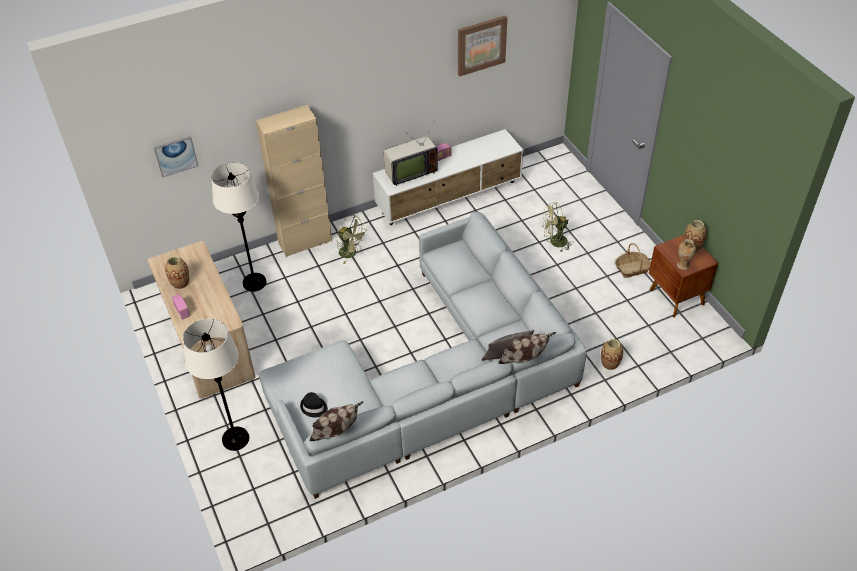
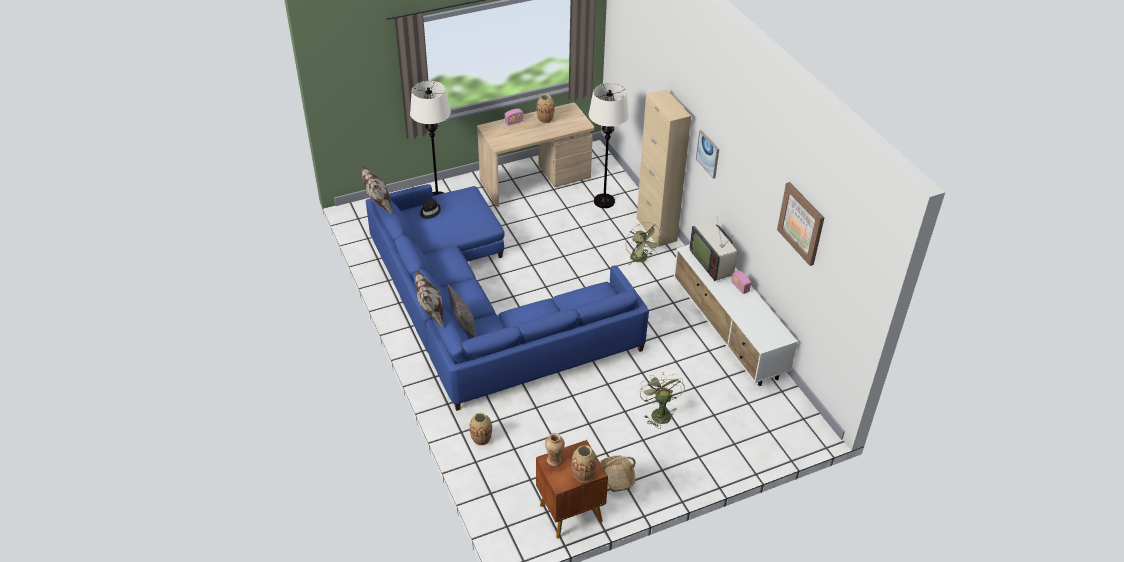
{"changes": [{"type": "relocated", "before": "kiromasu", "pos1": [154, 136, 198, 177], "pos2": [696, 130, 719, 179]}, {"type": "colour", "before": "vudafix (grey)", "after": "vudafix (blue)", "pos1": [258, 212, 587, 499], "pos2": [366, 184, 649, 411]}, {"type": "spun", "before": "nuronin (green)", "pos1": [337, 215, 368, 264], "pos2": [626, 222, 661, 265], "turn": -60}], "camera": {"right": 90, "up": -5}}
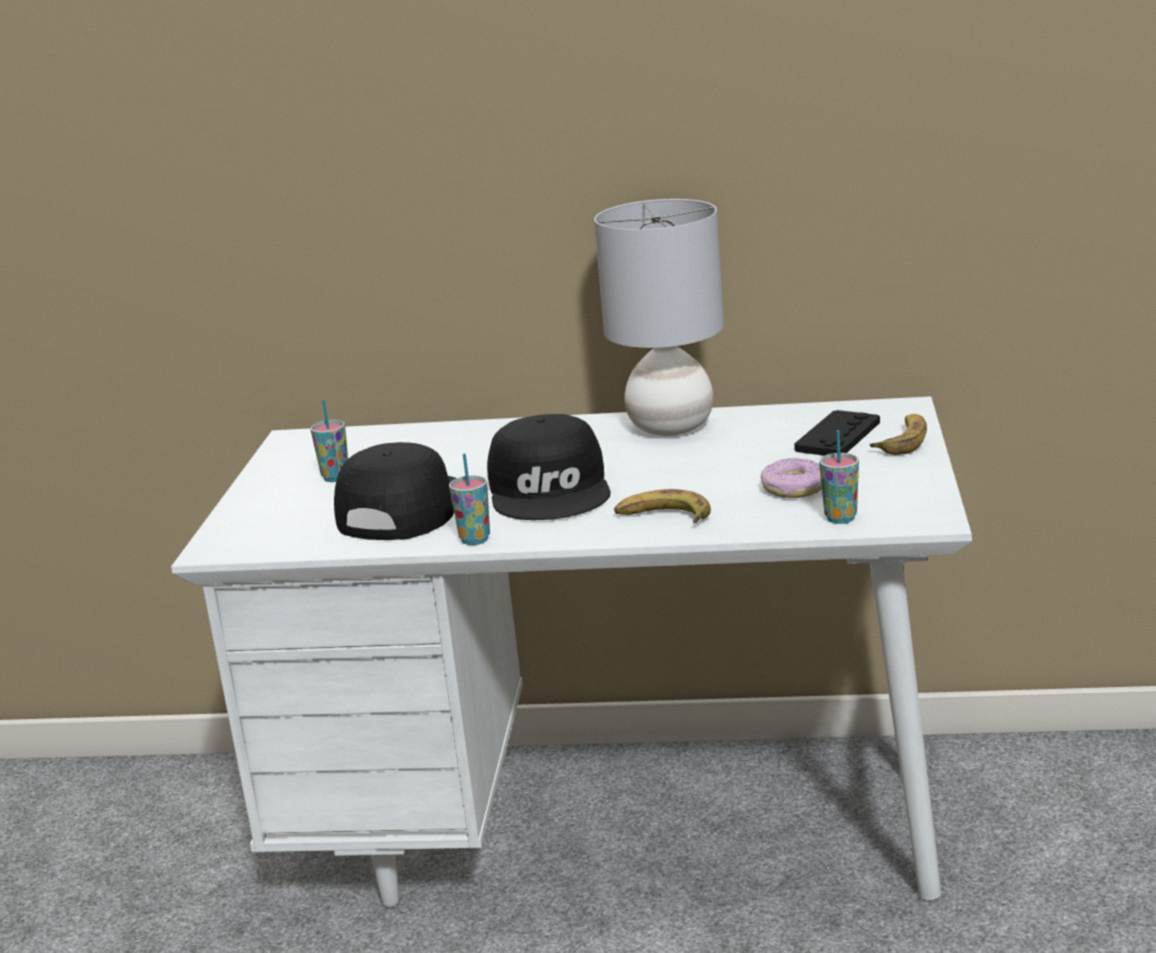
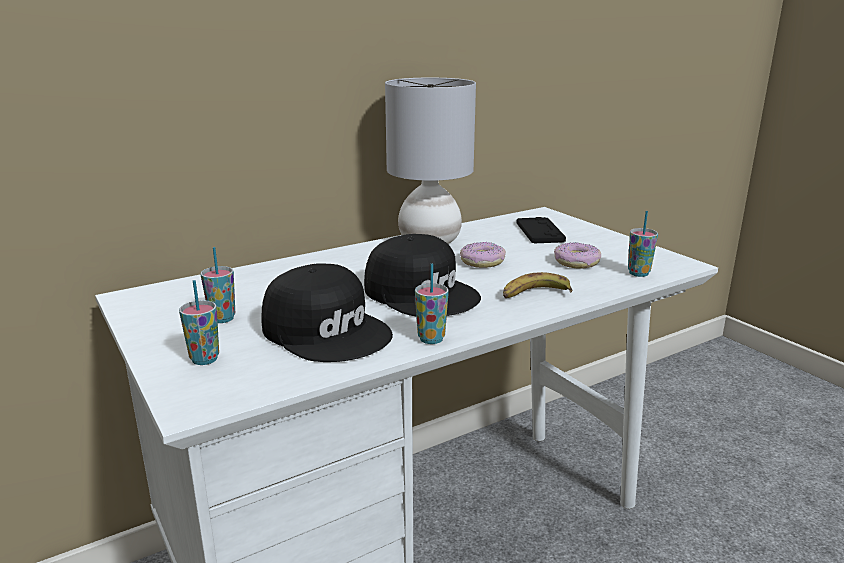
{"changes": [{"type": "missing", "before": "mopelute", "pos1": [870, 414, 927, 455]}, {"type": "appeared", "after": "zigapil", "pos2": [179, 280, 219, 365]}, {"type": "appeared", "after": "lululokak", "pos2": [460, 242, 506, 268]}, {"type": "spun", "before": "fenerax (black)", "pos1": [334, 442, 456, 540], "pos2": [262, 263, 393, 362], "turn": 150}], "camera": {"right": -40, "up": 0}}
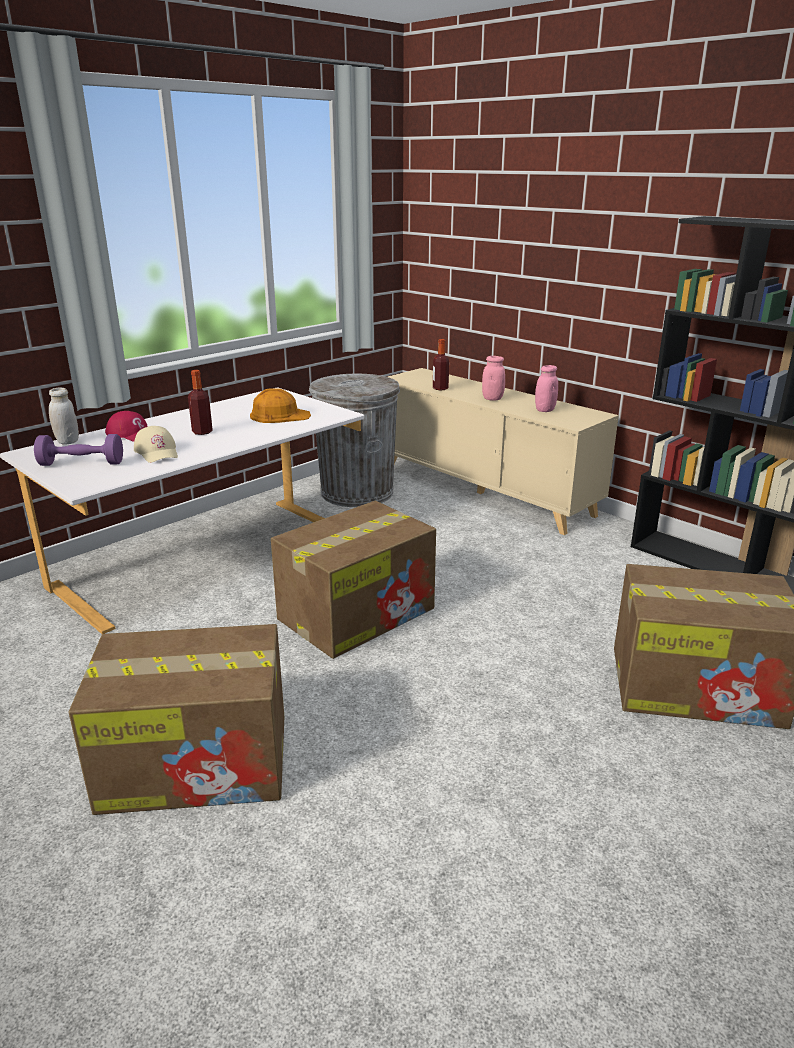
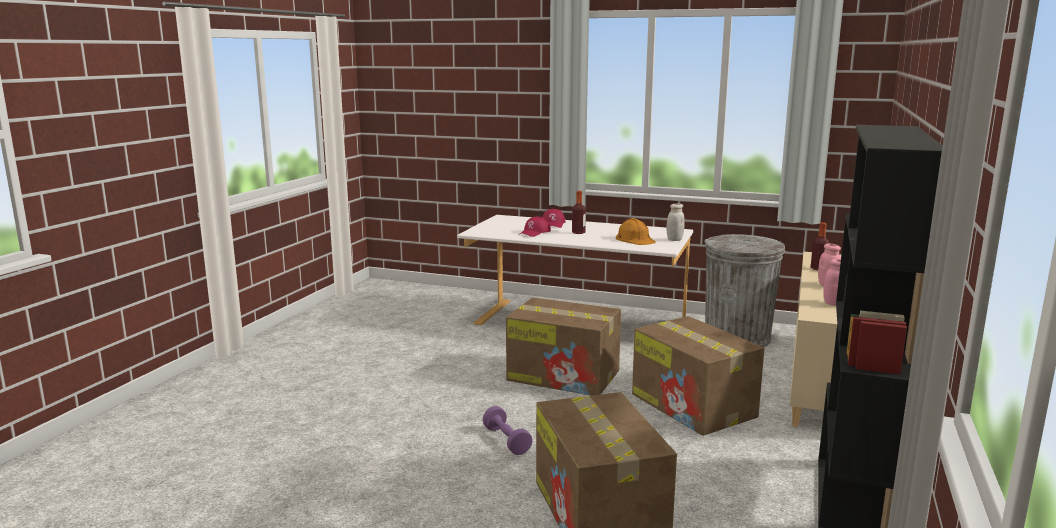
{"changes": [{"type": "relocated", "before": "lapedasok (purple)", "pos1": [34, 434, 123, 466], "pos2": [483, 406, 533, 455]}, {"type": "relocated", "before": "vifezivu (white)", "pos1": [49, 388, 79, 444], "pos2": [666, 203, 685, 241]}, {"type": "relocated", "before": "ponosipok", "pos1": [68, 624, 284, 815], "pos2": [632, 316, 765, 436]}, {"type": "colour", "before": "fenerax (beige)", "after": "fenerax (red)", "pos1": [134, 426, 178, 463], "pos2": [520, 216, 551, 237]}], "camera": {"right": 65, "up": -10}}
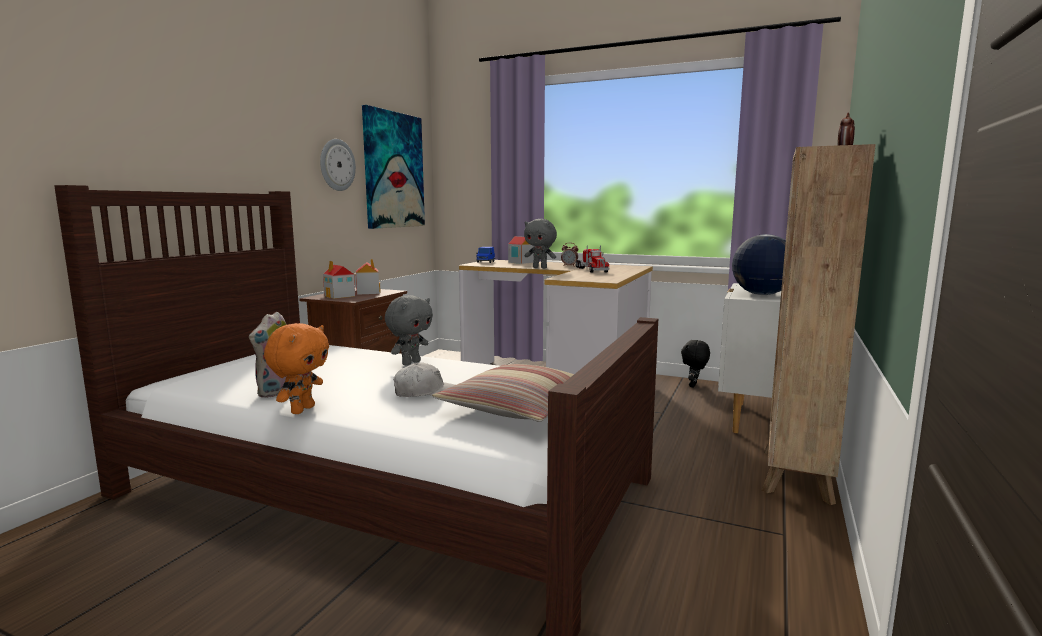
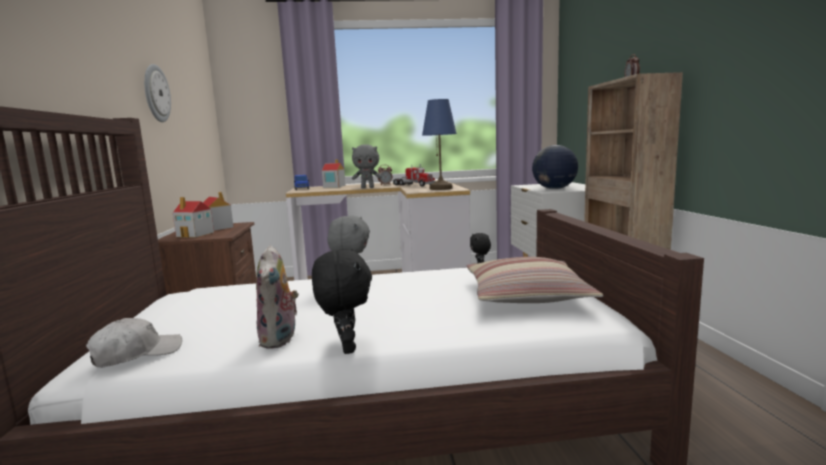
{"changes": [{"type": "missing", "before": "kiromasu", "pos1": [362, 105, 425, 229]}, {"type": "appeared", "after": "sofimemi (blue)", "pos2": [422, 99, 457, 190]}, {"type": "relocated", "before": "fenerax (white)", "pos1": [393, 363, 455, 397], "pos2": [86, 318, 182, 367]}, {"type": "colour", "before": "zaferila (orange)", "after": "zaferila (black)", "pos1": [264, 323, 329, 414], "pos2": [312, 249, 372, 354]}], "camera": {"right": -30, "up": 0}}
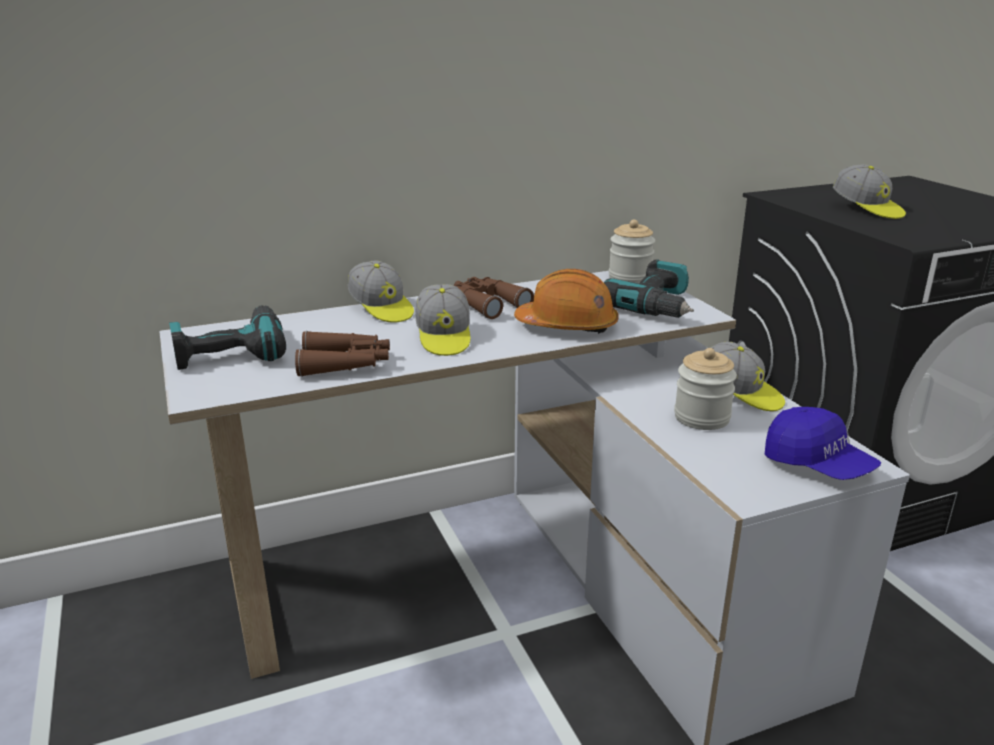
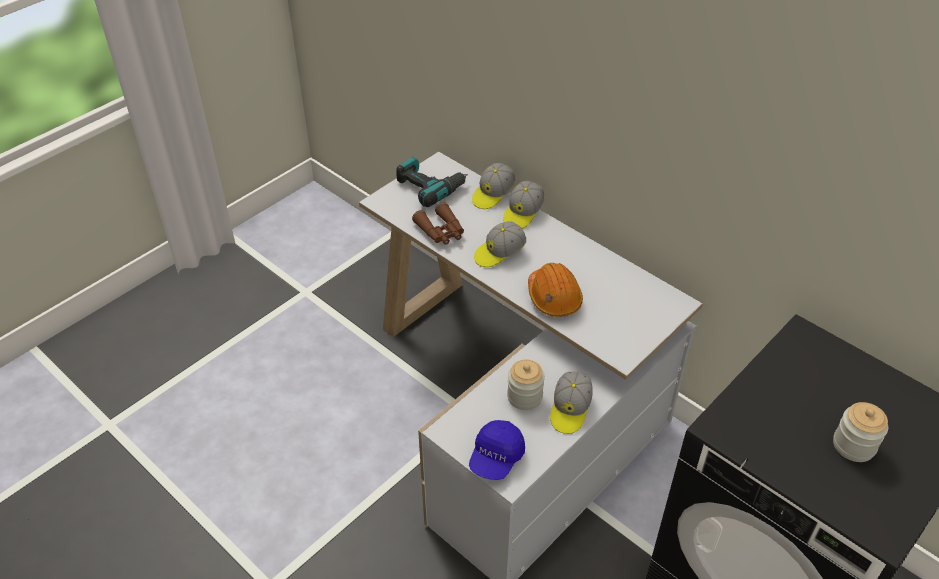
{"changes": [{"type": "missing", "before": "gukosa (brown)", "pos1": [454, 277, 534, 319]}, {"type": "missing", "before": "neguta", "pos1": [604, 259, 694, 318]}, {"type": "relocated", "before": "vifezivu", "pos1": [609, 220, 655, 284], "pos2": [833, 402, 888, 462]}, {"type": "relocated", "before": "fenerax", "pos1": [833, 164, 906, 219], "pos2": [472, 163, 516, 209]}], "camera": {"right": 65, "up": 20}}
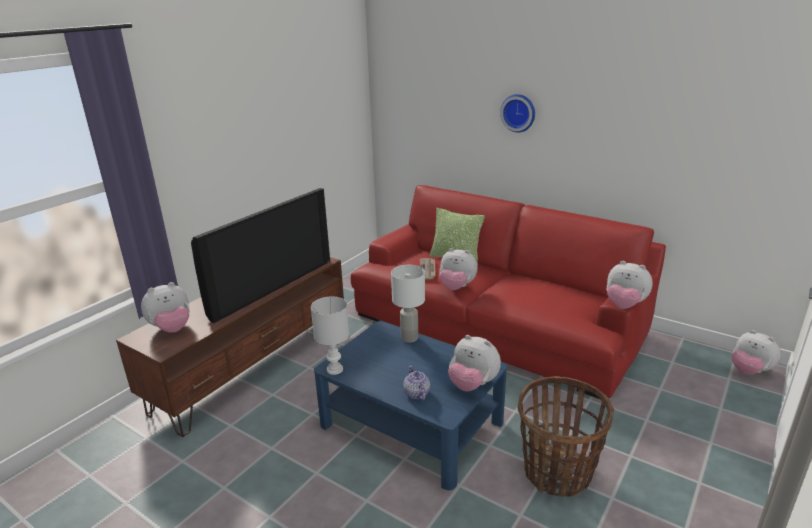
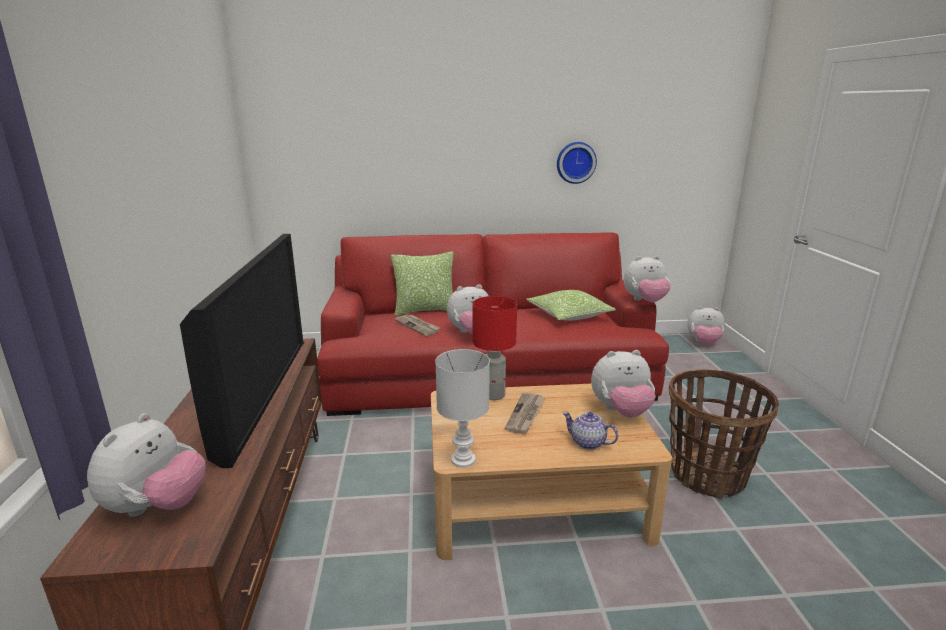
{"changes": [{"type": "appeared", "after": "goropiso", "pos2": [505, 393, 545, 434]}, {"type": "appeared", "after": "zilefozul", "pos2": [527, 290, 616, 321]}, {"type": "relocated", "before": "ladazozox", "pos1": [500, 94, 535, 132], "pos2": [557, 142, 597, 184]}, {"type": "colour", "before": "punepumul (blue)", "after": "punepumul (beige)", "pos1": [314, 321, 507, 490], "pos2": [431, 384, 672, 560]}, {"type": "colour", "before": "sofimemi (white)", "after": "sofimemi (red)", "pos1": [391, 265, 425, 343], "pos2": [473, 296, 517, 400]}], "camera": {"right": -40, "up": -5}}
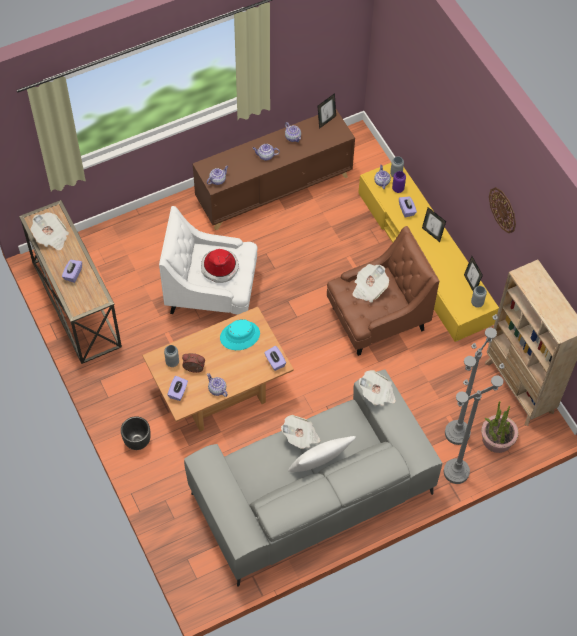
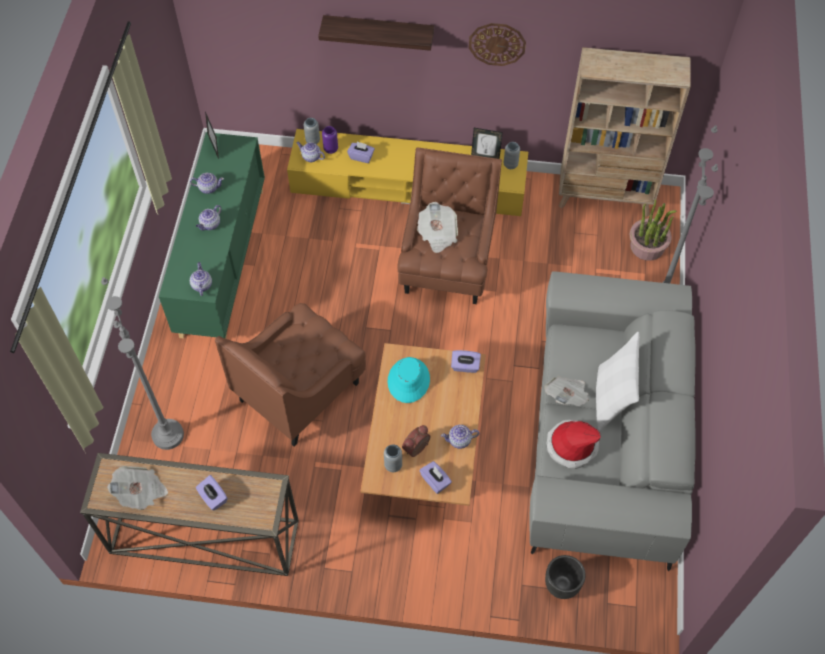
{"changes": [{"type": "missing", "before": "goropiso", "pos1": [359, 370, 396, 406]}, {"type": "missing", "before": "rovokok", "pos1": [422, 207, 446, 242]}, {"type": "appeared", "after": "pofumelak", "pos2": [318, 15, 434, 51]}, {"type": "relocated", "before": "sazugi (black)", "pos1": [121, 416, 151, 450], "pos2": [545, 555, 586, 599]}, {"type": "relocated", "before": "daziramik", "pos1": [201, 249, 239, 283], "pos2": [546, 419, 601, 469]}, {"type": "relocated", "before": "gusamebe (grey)", "pos1": [445, 314, 498, 445], "pos2": [101, 277, 184, 450]}, {"type": "colour", "before": "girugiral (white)", "after": "girugiral (brown)", "pos1": [159, 206, 257, 315], "pos2": [215, 303, 366, 447]}, {"type": "colour", "before": "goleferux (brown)", "after": "goleferux (green)", "pos1": [193, 110, 355, 230], "pos2": [159, 132, 265, 339]}], "camera": {"right": -55, "up": 0}}
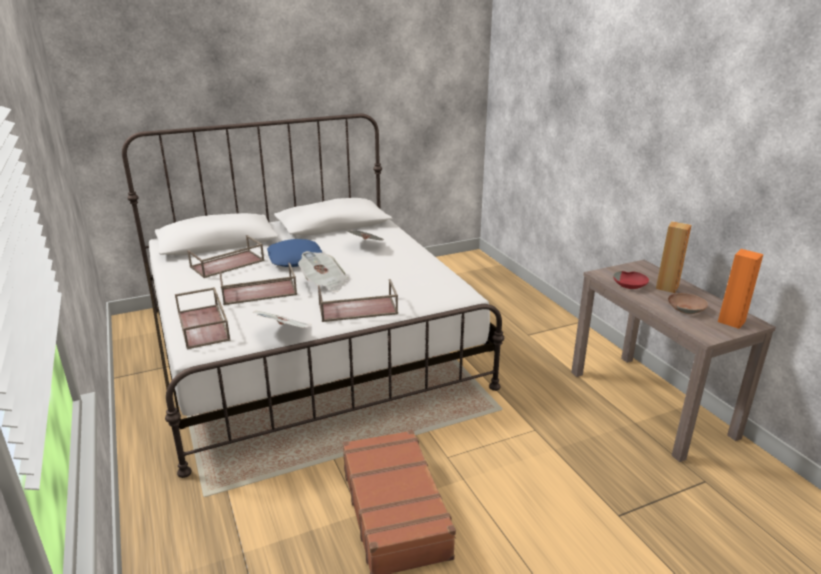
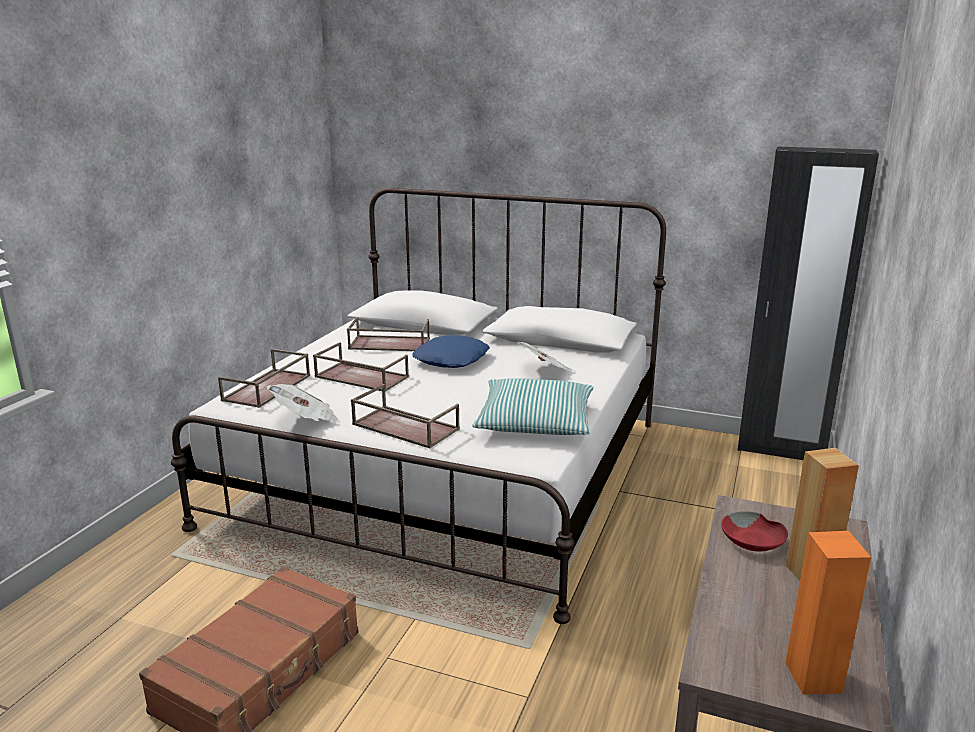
{"changes": [{"type": "missing", "before": "goropiso", "pos1": [298, 251, 348, 292]}, {"type": "missing", "before": "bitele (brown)", "pos1": [668, 293, 708, 314]}, {"type": "appeared", "after": "zilefozul", "pos2": [472, 378, 593, 435]}, {"type": "appeared", "after": "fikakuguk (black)", "pos2": [738, 147, 879, 460]}], "camera": {"right": 45, "up": -5}}
